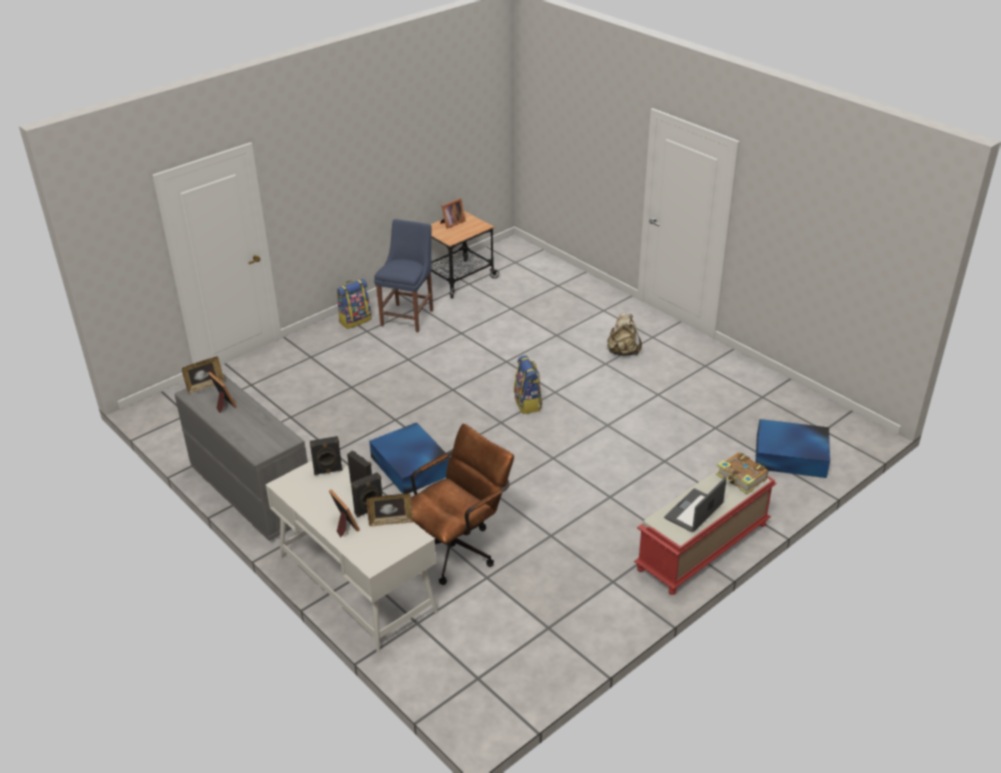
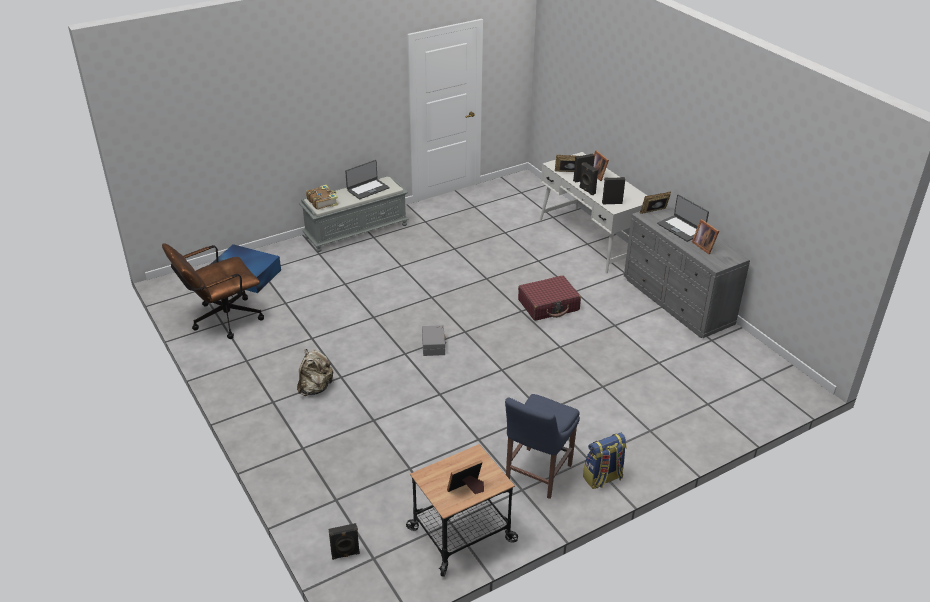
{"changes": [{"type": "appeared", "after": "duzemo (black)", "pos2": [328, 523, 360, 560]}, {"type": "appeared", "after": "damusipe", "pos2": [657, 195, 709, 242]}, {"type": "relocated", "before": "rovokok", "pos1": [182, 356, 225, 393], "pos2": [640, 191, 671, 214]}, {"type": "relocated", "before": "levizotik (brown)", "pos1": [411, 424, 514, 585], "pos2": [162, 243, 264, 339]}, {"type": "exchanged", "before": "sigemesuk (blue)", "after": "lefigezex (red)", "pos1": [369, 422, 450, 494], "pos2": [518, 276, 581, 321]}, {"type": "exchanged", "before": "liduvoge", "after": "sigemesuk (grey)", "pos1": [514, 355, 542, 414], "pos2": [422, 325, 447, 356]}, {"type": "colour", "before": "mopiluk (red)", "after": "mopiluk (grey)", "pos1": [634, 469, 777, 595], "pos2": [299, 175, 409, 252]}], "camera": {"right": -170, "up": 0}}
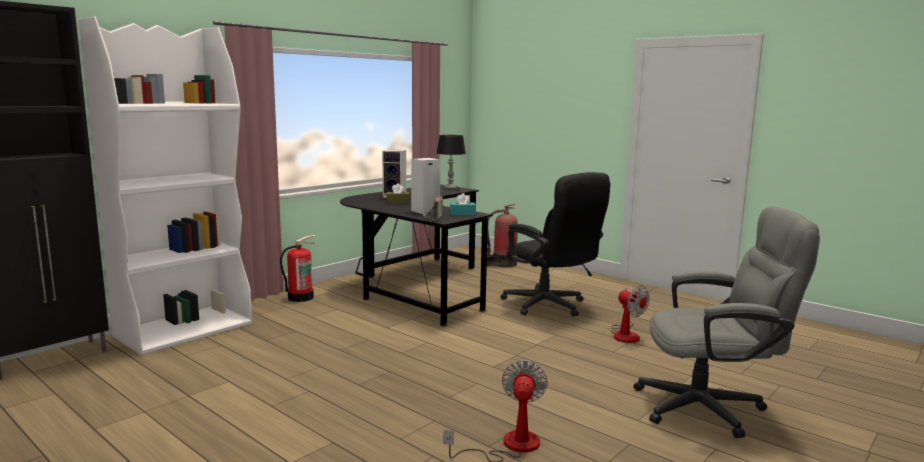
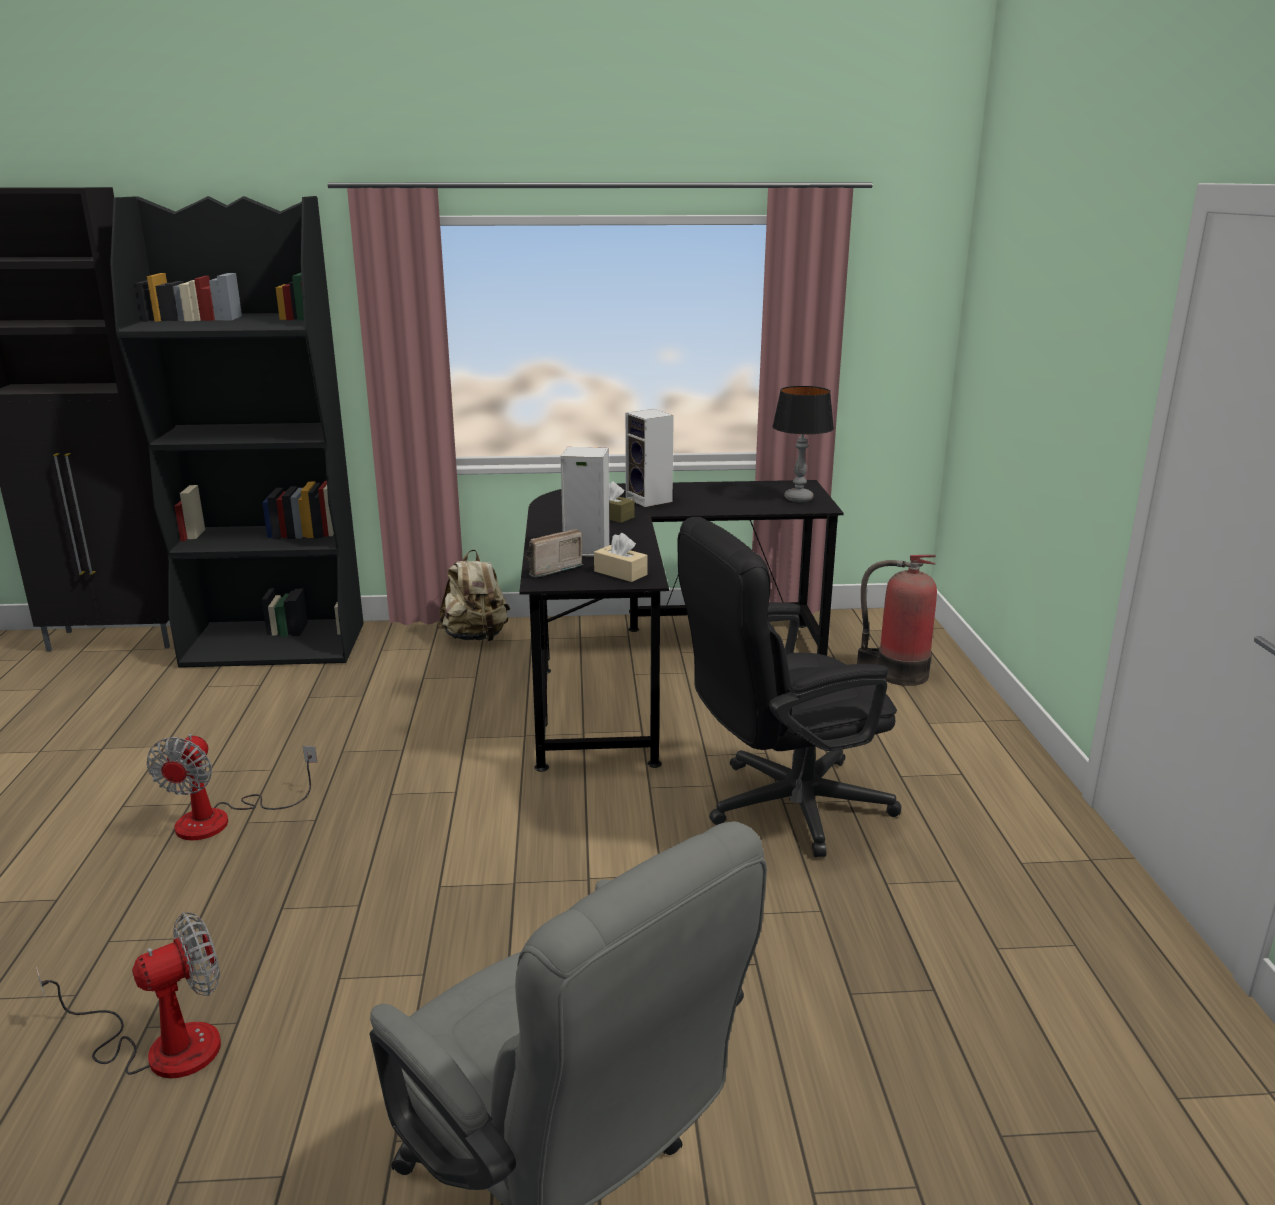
{"changes": [{"type": "relocated", "before": "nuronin", "pos1": [610, 285, 650, 343], "pos2": [146, 734, 317, 840]}, {"type": "exchanged", "before": "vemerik", "after": "liduvoge (beige)", "pos1": [280, 235, 318, 302], "pos2": [437, 549, 510, 641]}, {"type": "colour", "before": "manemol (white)", "after": "manemol (black)", "pos1": [79, 16, 252, 355], "pos2": [110, 196, 364, 668]}, {"type": "colour", "before": "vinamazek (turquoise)", "after": "vinamazek (beige)", "pos1": [450, 193, 476, 215], "pos2": [594, 533, 648, 582]}, {"type": "spun", "before": "levizotik (black)", "pos1": [500, 172, 610, 317], "pos2": [678, 517, 901, 857], "turn": 60}], "camera": {"right": 45, "up": 10}}
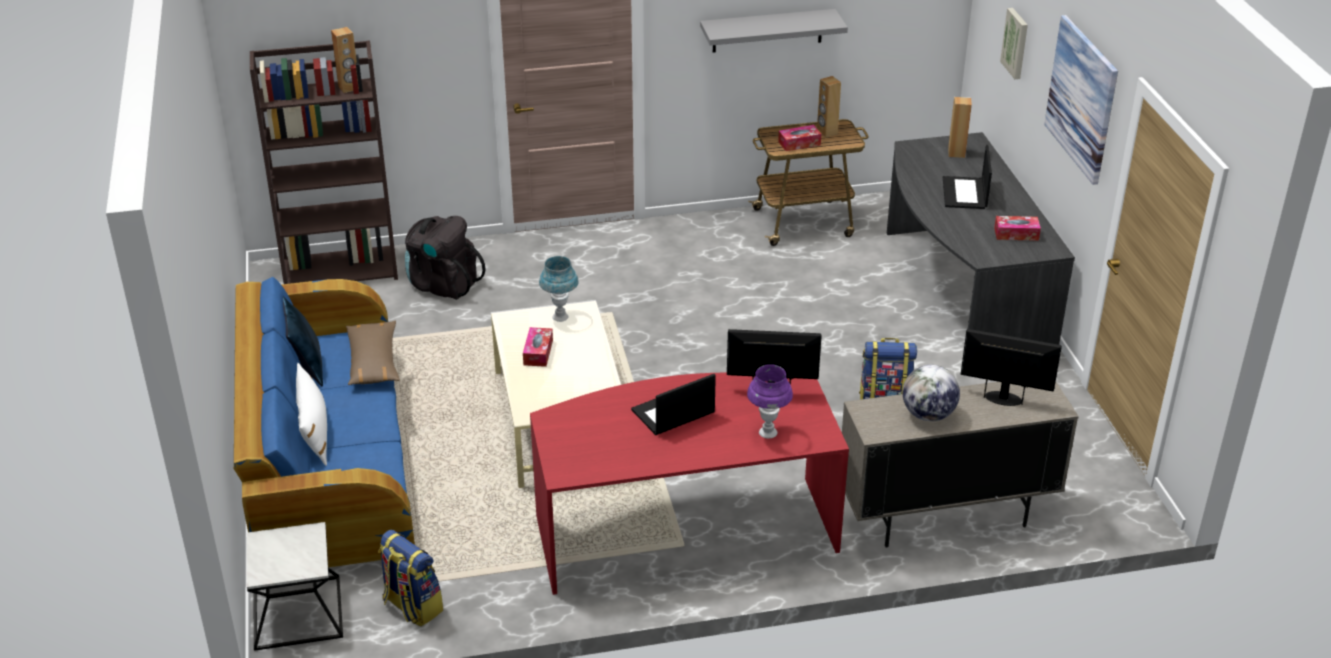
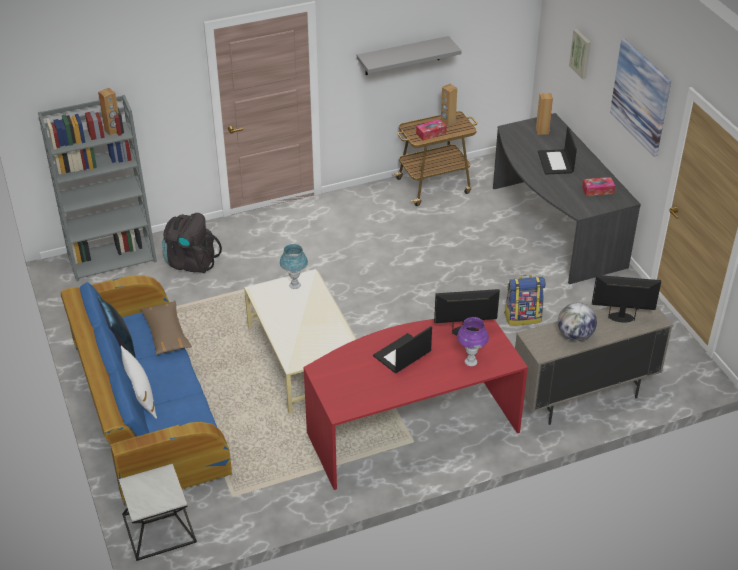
{"changes": [{"type": "missing", "before": "liduvoge", "pos1": [378, 530, 443, 627]}, {"type": "missing", "before": "vinamazek", "pos1": [523, 327, 553, 367]}, {"type": "colour", "before": "manemol (brown)", "after": "manemol (grey)", "pos1": [250, 40, 398, 284], "pos2": [38, 95, 157, 281]}], "camera": {"right": -10, "up": 5}}
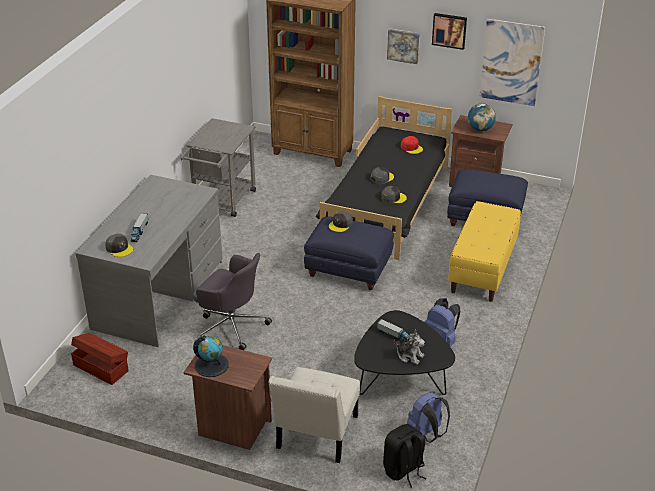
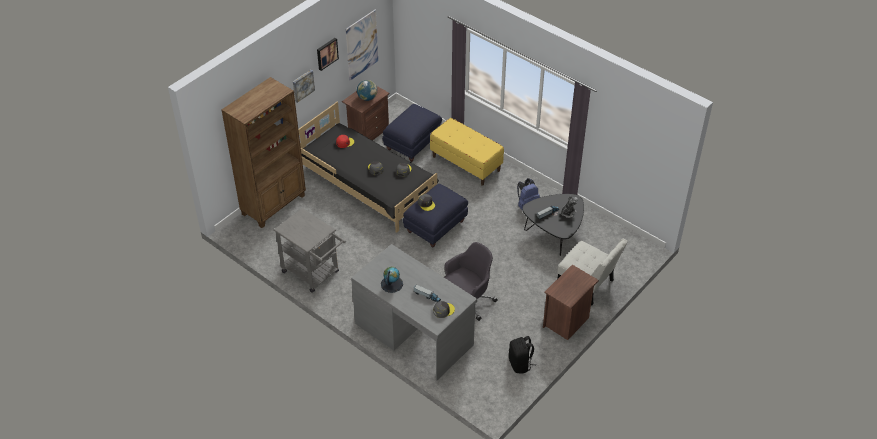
{"changes": [{"type": "missing", "before": "sigemesuk (brown)", "pos1": [71, 333, 129, 385]}, {"type": "missing", "before": "liduvoge (blue)", "pos1": [407, 392, 450, 443]}, {"type": "relocated", "before": "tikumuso", "pos1": [193, 336, 229, 377], "pos2": [381, 267, 403, 293]}, {"type": "relocated", "before": "liduvoge (black)", "pos1": [383, 424, 427, 488], "pos2": [509, 336, 534, 374]}], "camera": {"right": -70, "up": 10}}
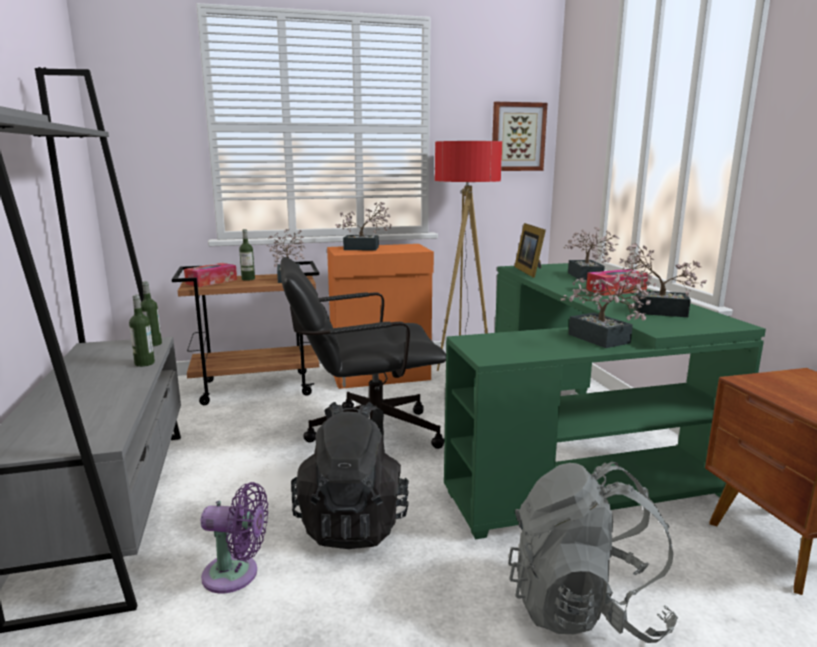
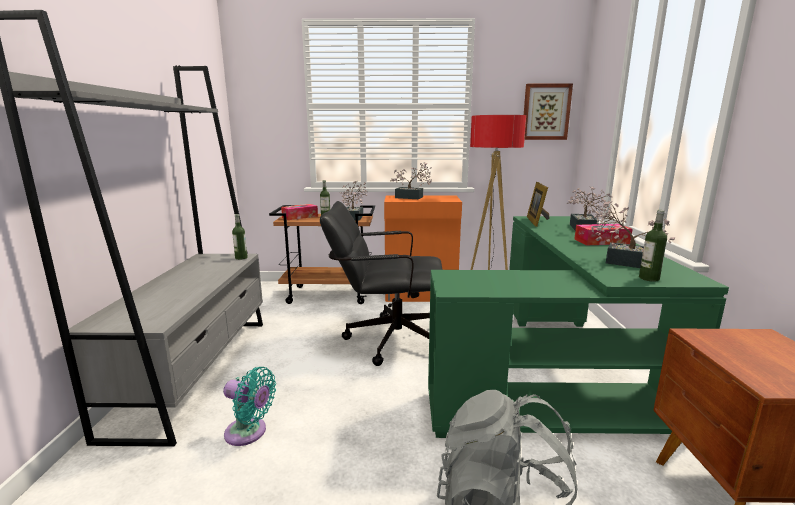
{"changes": [{"type": "missing", "before": "liduvoge (black)", "pos1": [291, 402, 409, 549]}, {"type": "missing", "before": "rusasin", "pos1": [561, 272, 656, 348]}, {"type": "relocated", "before": "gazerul", "pos1": [129, 295, 155, 367], "pos2": [639, 210, 667, 282]}, {"type": "colour", "before": "nuronin (purple)", "after": "nuronin (turquoise)", "pos1": [201, 482, 268, 593], "pos2": [223, 367, 276, 446]}], "camera": {"right": 15, "up": 0}}
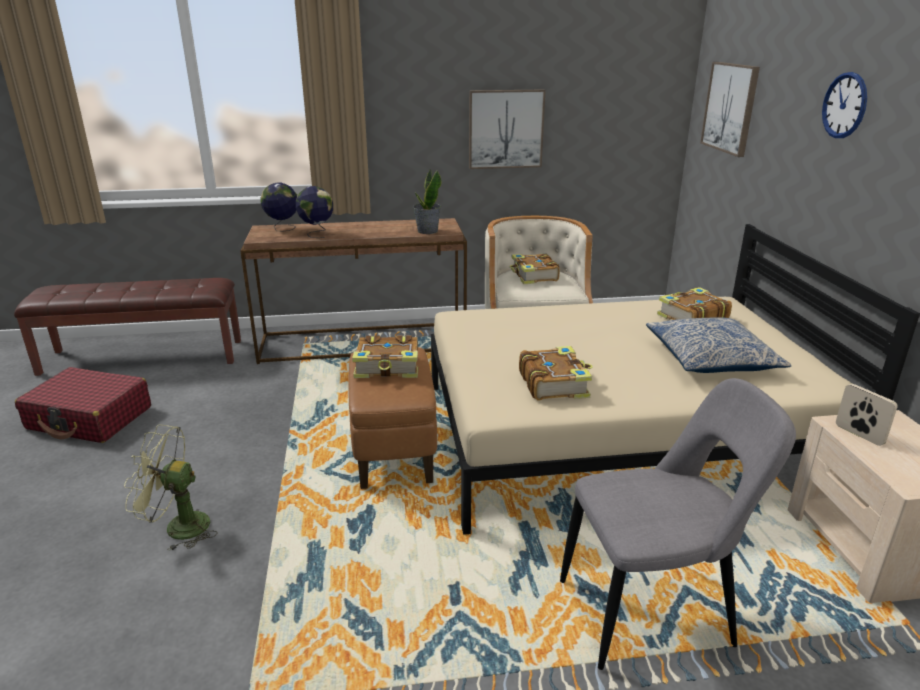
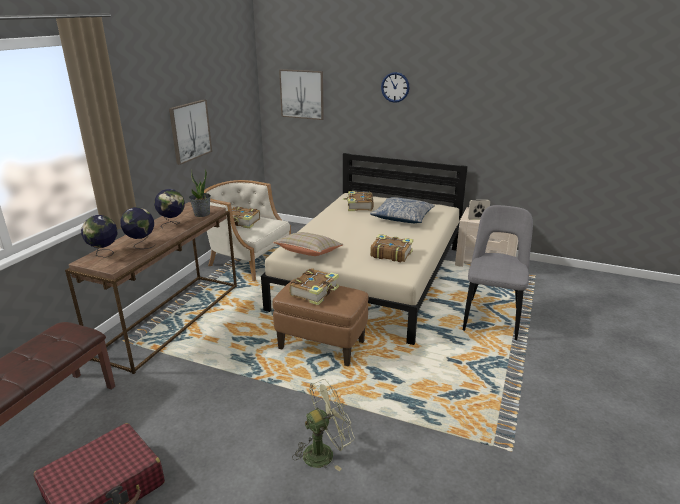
{"changes": [{"type": "appeared", "after": "tikumuso", "pos2": [154, 189, 185, 228]}, {"type": "appeared", "after": "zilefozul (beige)", "pos2": [273, 232, 343, 256]}, {"type": "spun", "before": "nuronin (green)", "pos1": [124, 424, 218, 551], "pos2": [292, 379, 355, 471], "turn": -150}], "camera": {"right": -60, "up": 0}}
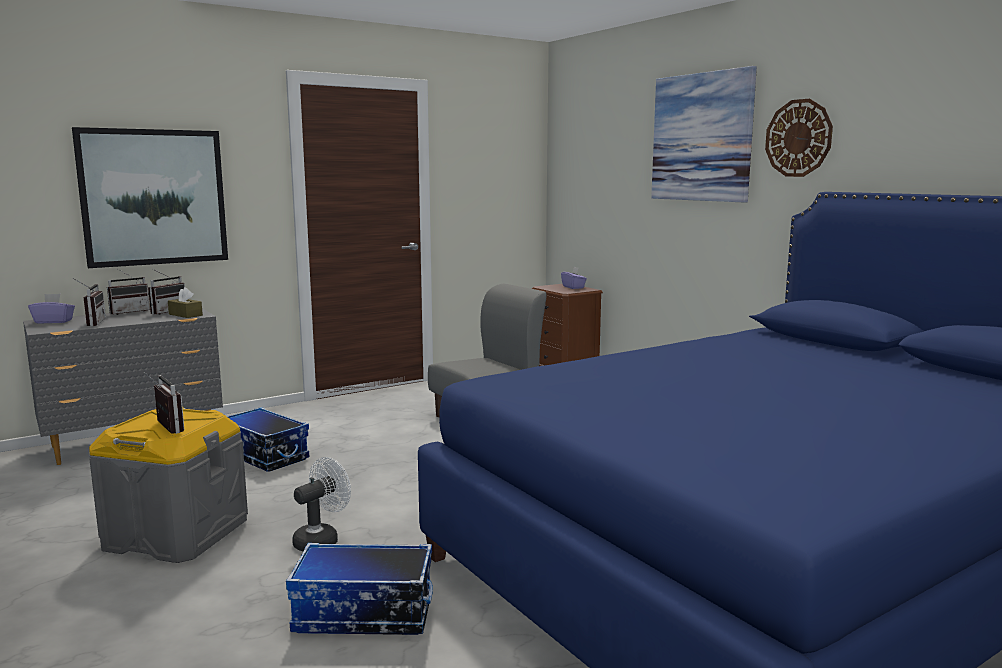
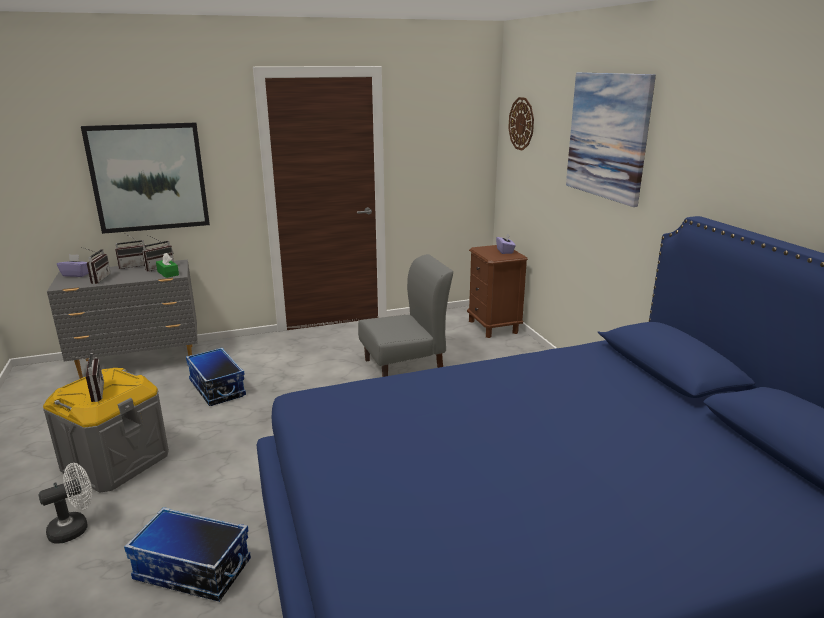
{"changes": [{"type": "relocated", "before": "nuronin (white)", "pos1": [292, 457, 351, 552], "pos2": [38, 463, 92, 544]}, {"type": "relocated", "before": "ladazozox", "pos1": [765, 99, 833, 177], "pos2": [508, 97, 534, 151]}, {"type": "colour", "before": "vinamazek (brown)", "after": "vinamazek (green)", "pos1": [168, 287, 203, 318], "pos2": [156, 253, 179, 278]}], "camera": {"right": 15, "up": 10}}
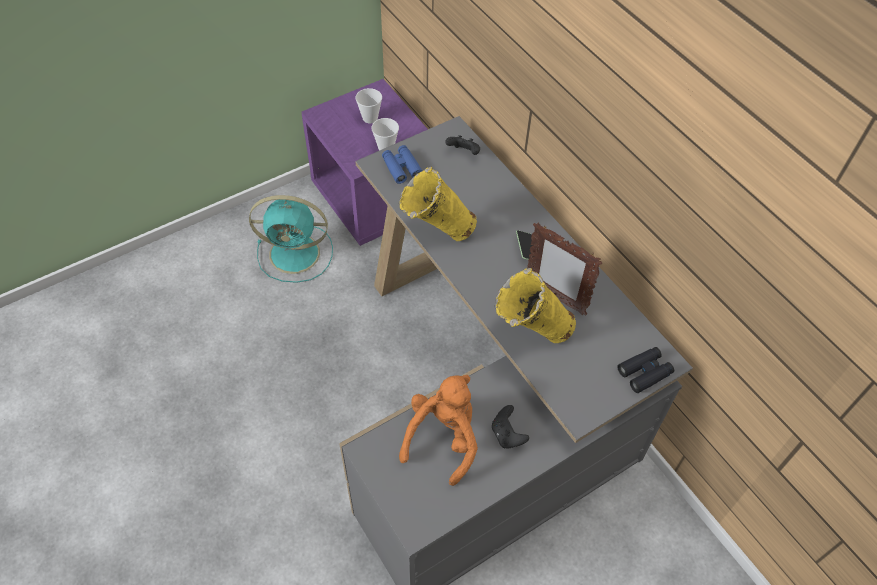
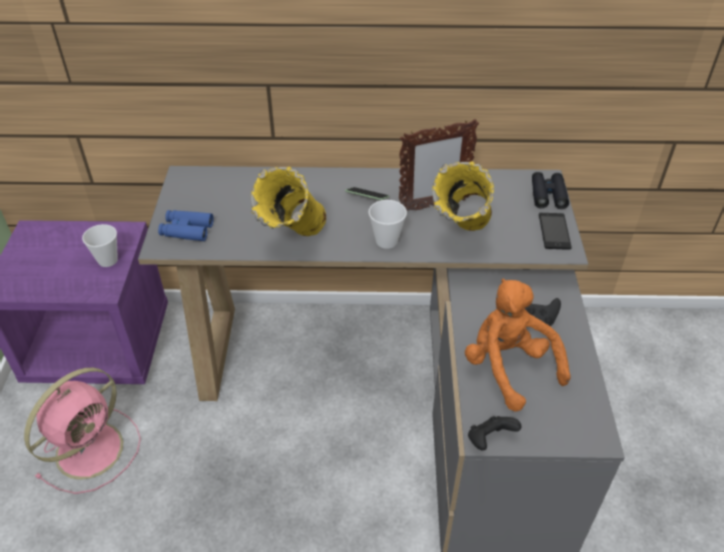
{"changes": [{"type": "appeared", "after": "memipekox", "pos2": [539, 213, 572, 250]}, {"type": "relocated", "before": "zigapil", "pos1": [355, 88, 382, 123], "pos2": [368, 200, 407, 249]}, {"type": "relocated", "before": "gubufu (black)", "pos1": [445, 135, 480, 155], "pos2": [468, 416, 522, 451]}, {"type": "colour", "before": "nuronin (turquoise)", "after": "nuronin (pink)", "pos1": [249, 195, 333, 283], "pos2": [24, 368, 141, 494]}], "camera": {"right": -55, "up": -10}}
